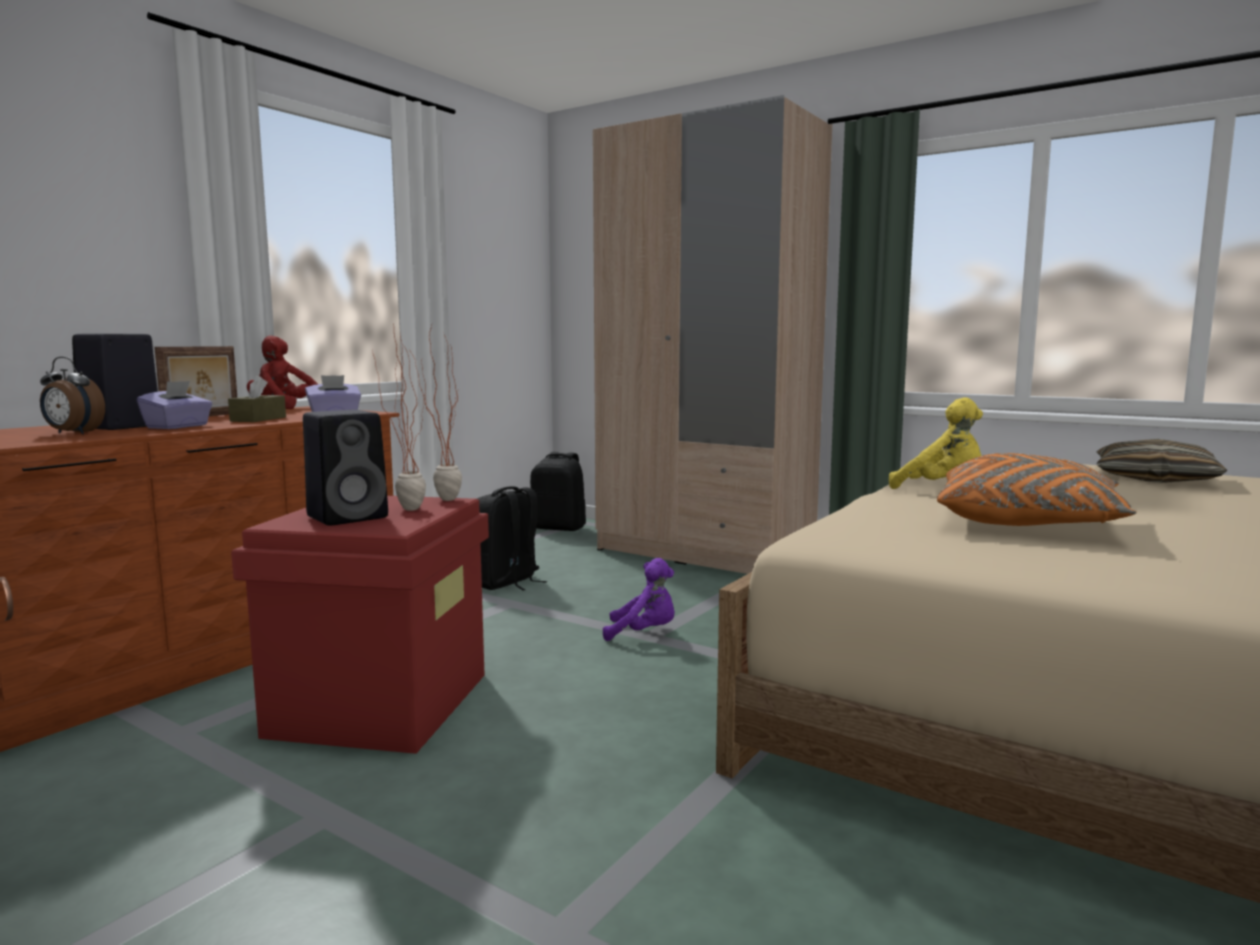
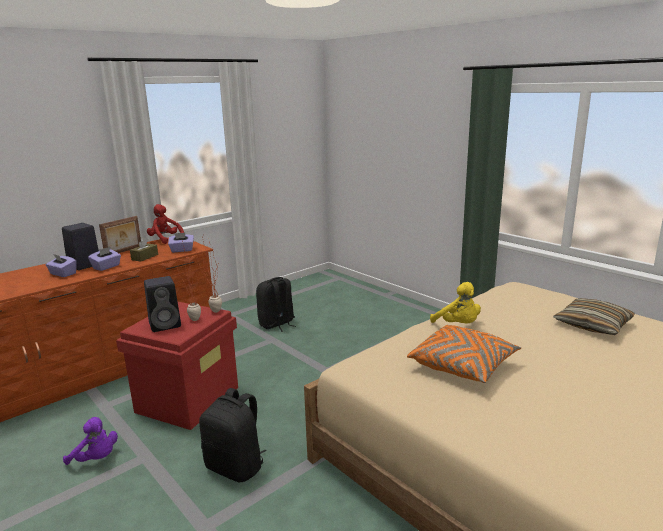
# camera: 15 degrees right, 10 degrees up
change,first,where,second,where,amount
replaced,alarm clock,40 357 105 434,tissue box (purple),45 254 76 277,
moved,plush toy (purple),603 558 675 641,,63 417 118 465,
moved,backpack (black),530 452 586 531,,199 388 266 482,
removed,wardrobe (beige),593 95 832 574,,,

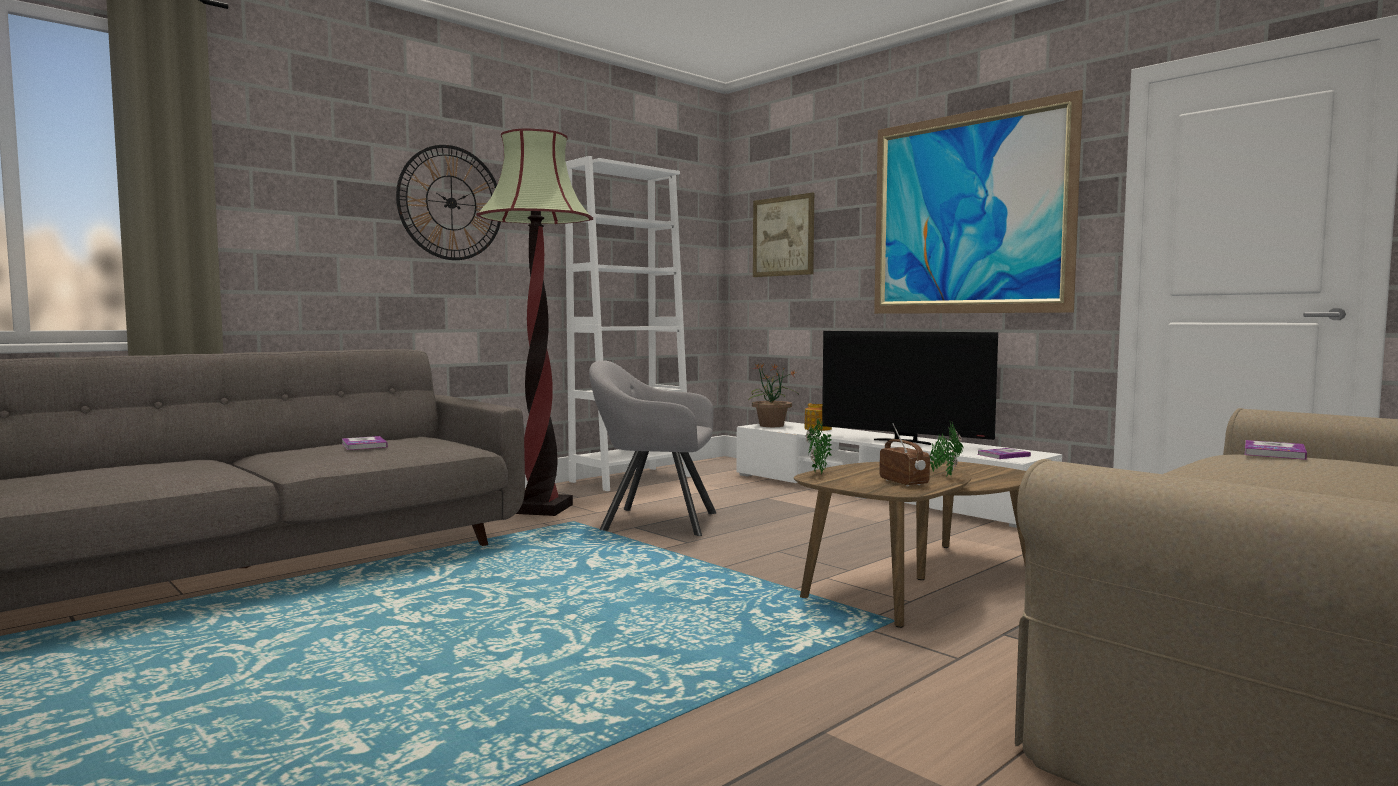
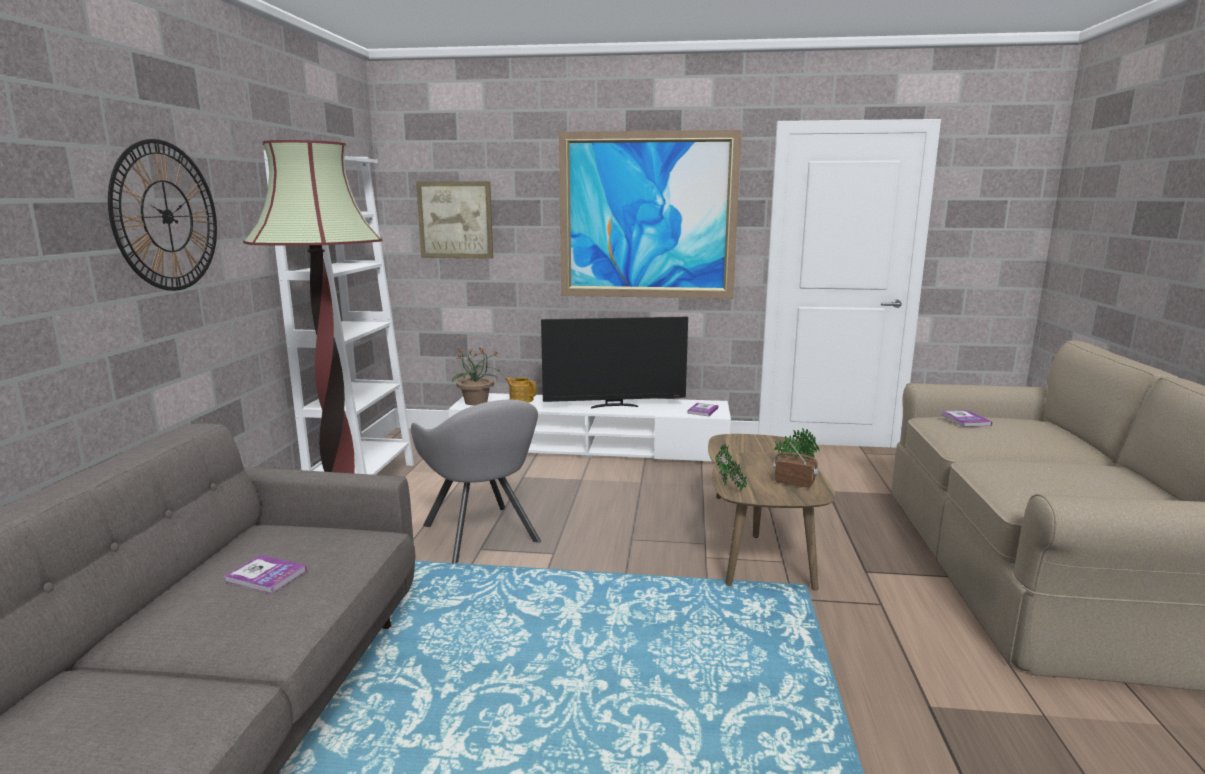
# camera: 40 degrees left, 10 degrees up
change,first,where,second,where,amount
turned,armchair (grey),589 360 716 536,,411 400 541 564,90 degrees counterclockwise

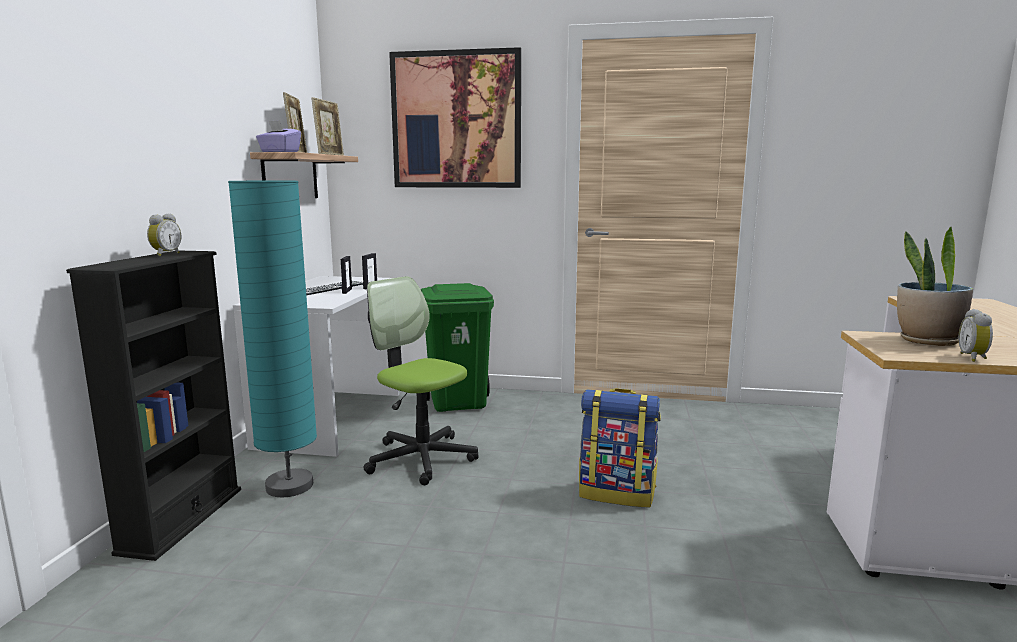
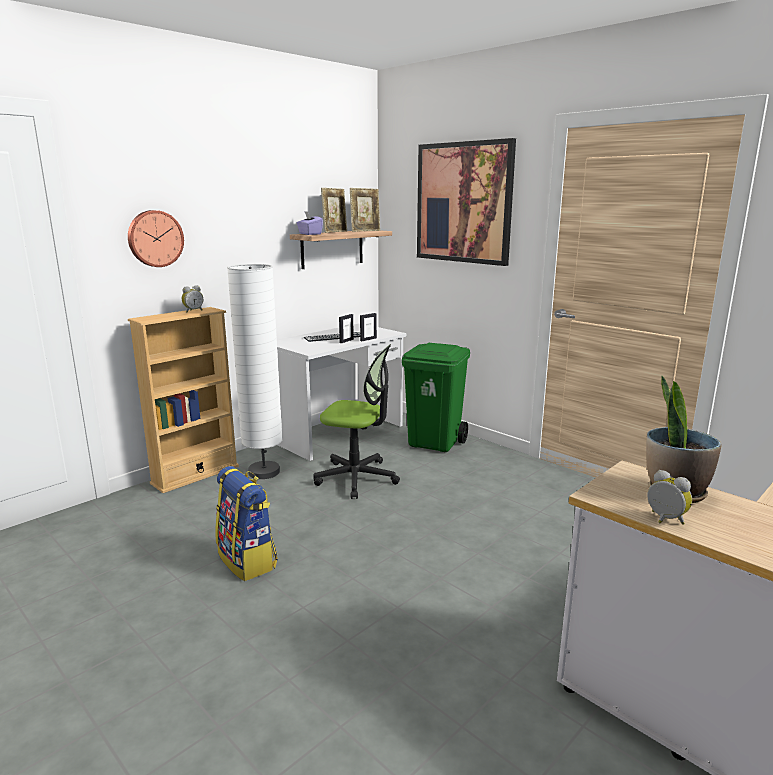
# camera: 35 degrees right, 5 degrees up
change,first,where,second,where,amount
added,,,wall clock,128 210 184 267,
recoloured,bookcase (black),66 251 241 561,bookcase (beige),128 307 239 493,
moved,backpack,579 388 661 508,,215 466 278 581,
recoloured,floor lamp (turquoise),228 181 317 497,floor lamp (white),227 264 283 479,
turned,office chair,363 276 479 485,,313 344 400 499,120 degrees clockwise
turned,alarm clock,958 309 993 362,,647 470 692 525,90 degrees clockwise

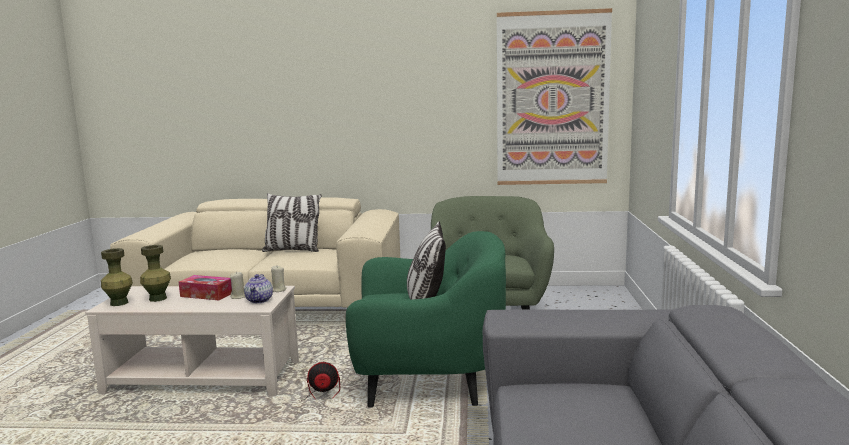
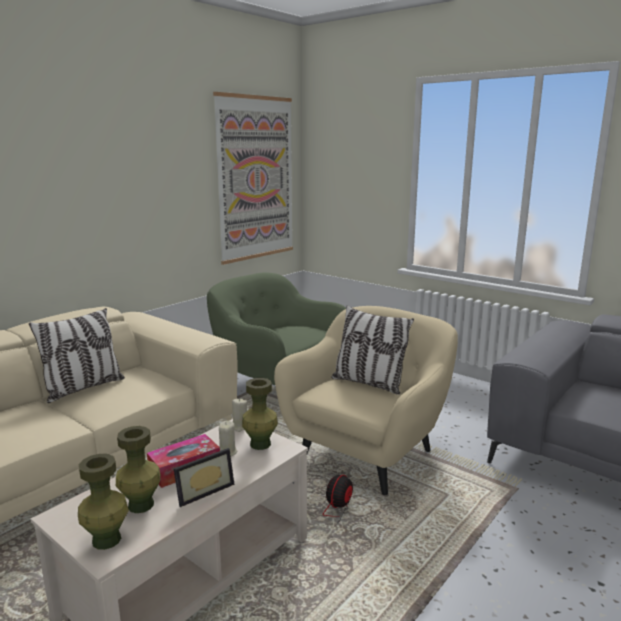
# camera: 55 degrees left, 5 degrees up
change,first,where,second,where,amount
added,,,picture frame,173 448 235 507,
replaced,teapot,244 274 273 303,vase (green),242 378 278 450,
recoloured,armchair (green),346 231 506 408,armchair (beige),274 306 458 495,

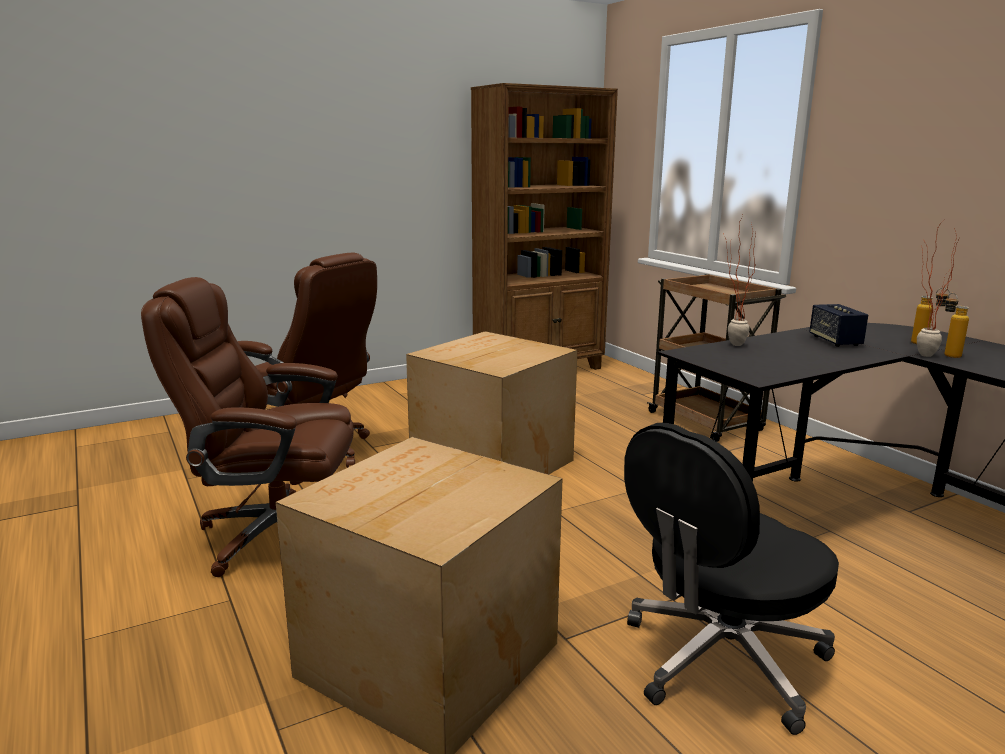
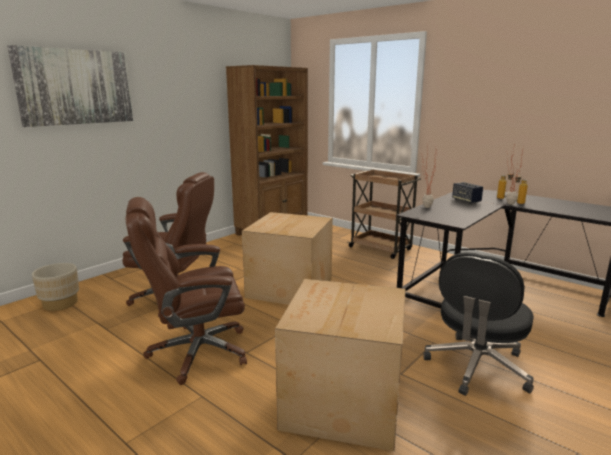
# camera: 20 degrees left, 0 degrees up
change,first,where,second,where,amount
added,,,picture,7 45 133 127,
added,,,planter (beige),32 263 79 311,

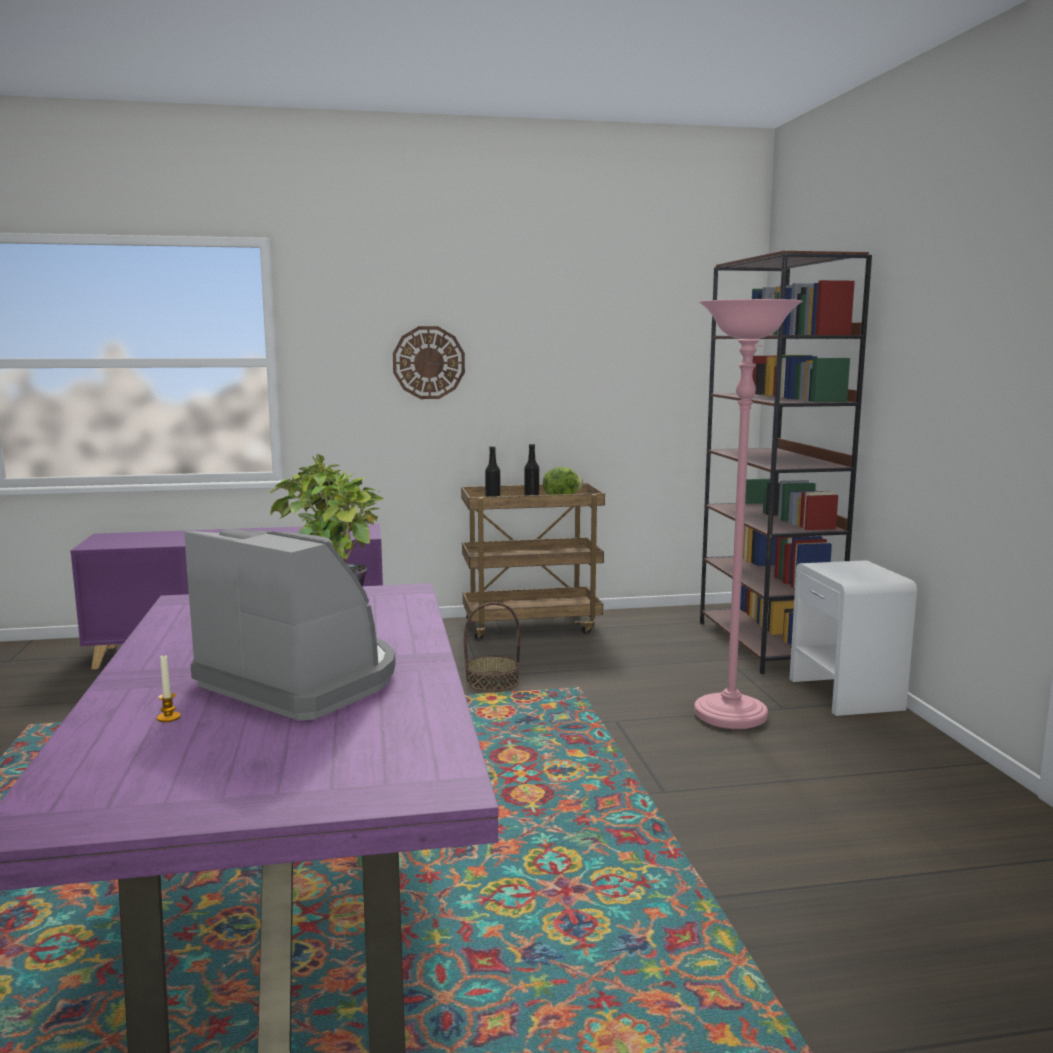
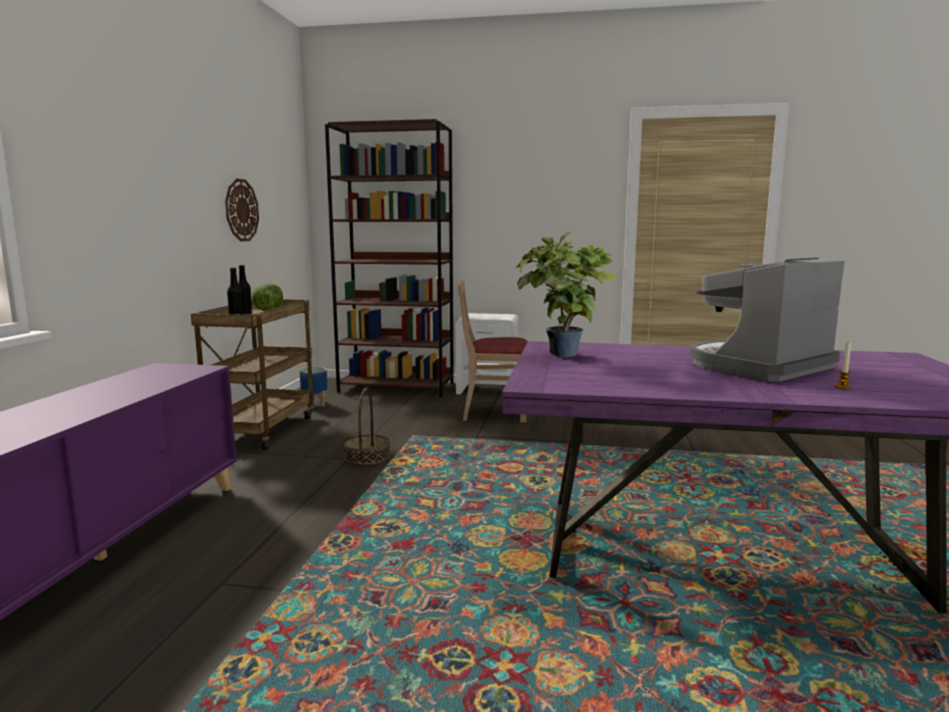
# camera: 70 degrees left, 0 degrees up
change,first,where,second,where,amount
moved,wall clock,393 326 465 399,,225 178 259 241,
added,,,planter,299 367 328 408,
replaced,floor lamp (pink),694 299 803 729,chair (beige),458 280 528 423,

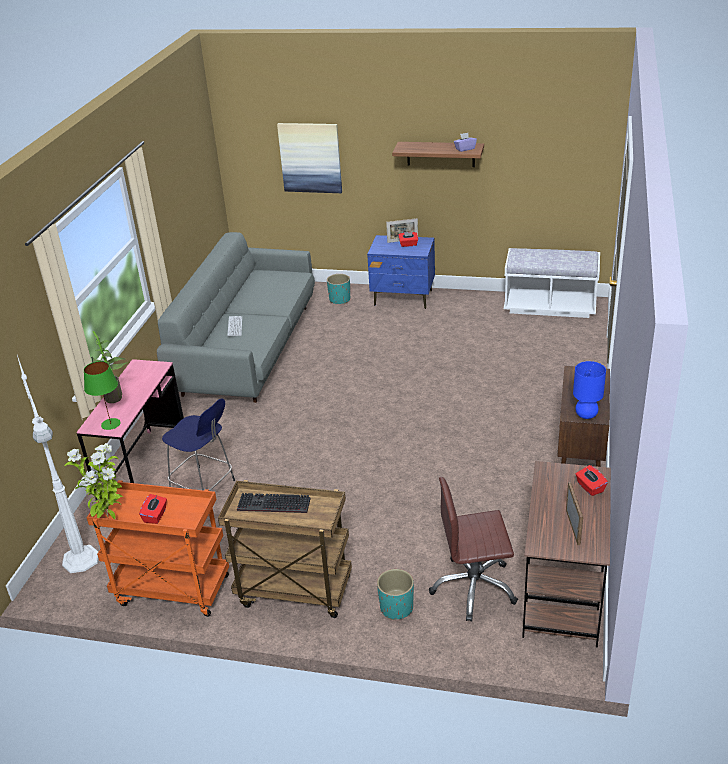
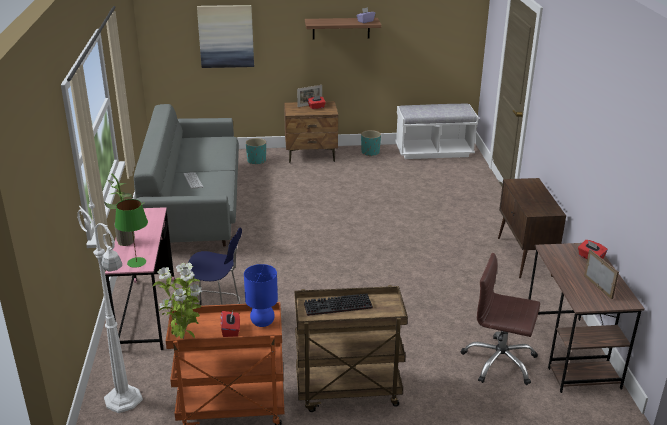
# camera: 20 degrees left, 5 degrees down
change,first,where,second,where,amount
moved,table lamp (blue),573 361 606 419,,244 264 278 327,
recoloured,nightstand (blue),367 235 435 309,nightstand (brown),284 101 338 163,
moved,planter (turquoise),377 569 414 620,,361 130 381 157,
turned,office chair (brown),429 477 518 622,,461 253 540 385,45 degrees clockwise

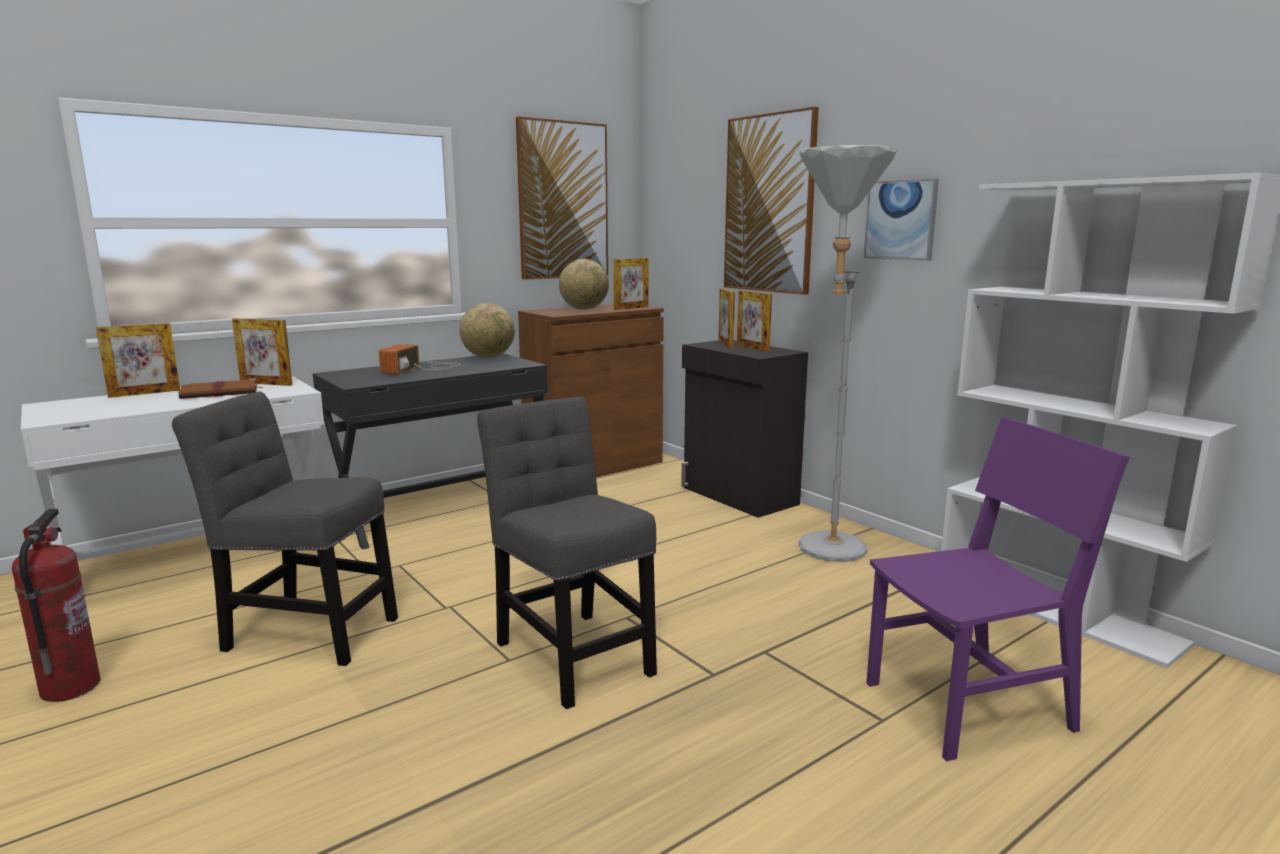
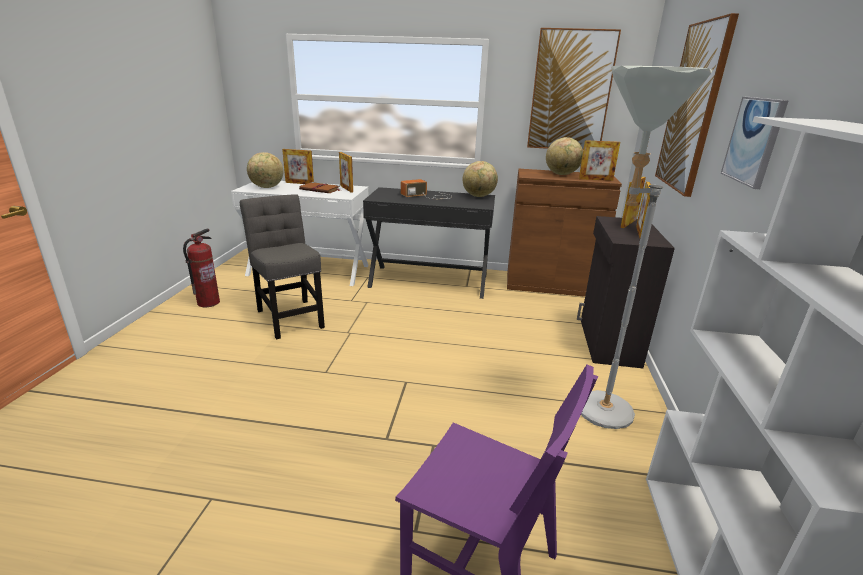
# camera: 45 degrees right, 10 degrees up
change,first,where,second,where,amount
added,,,globe,247 152 284 188,
removed,chair (grey),477 397 657 709,,,

